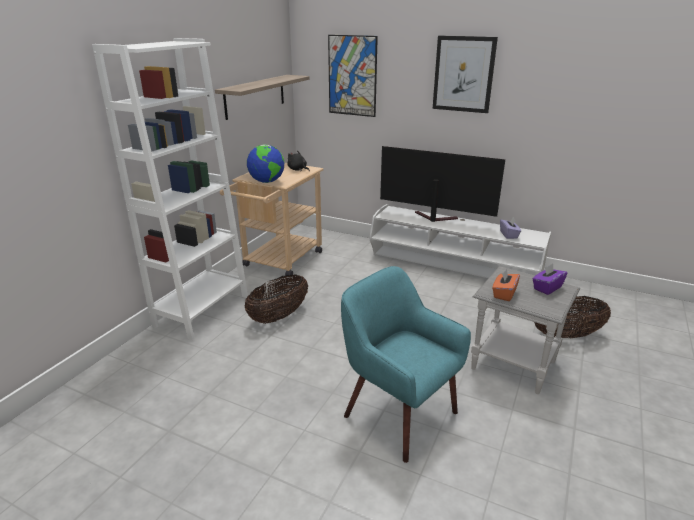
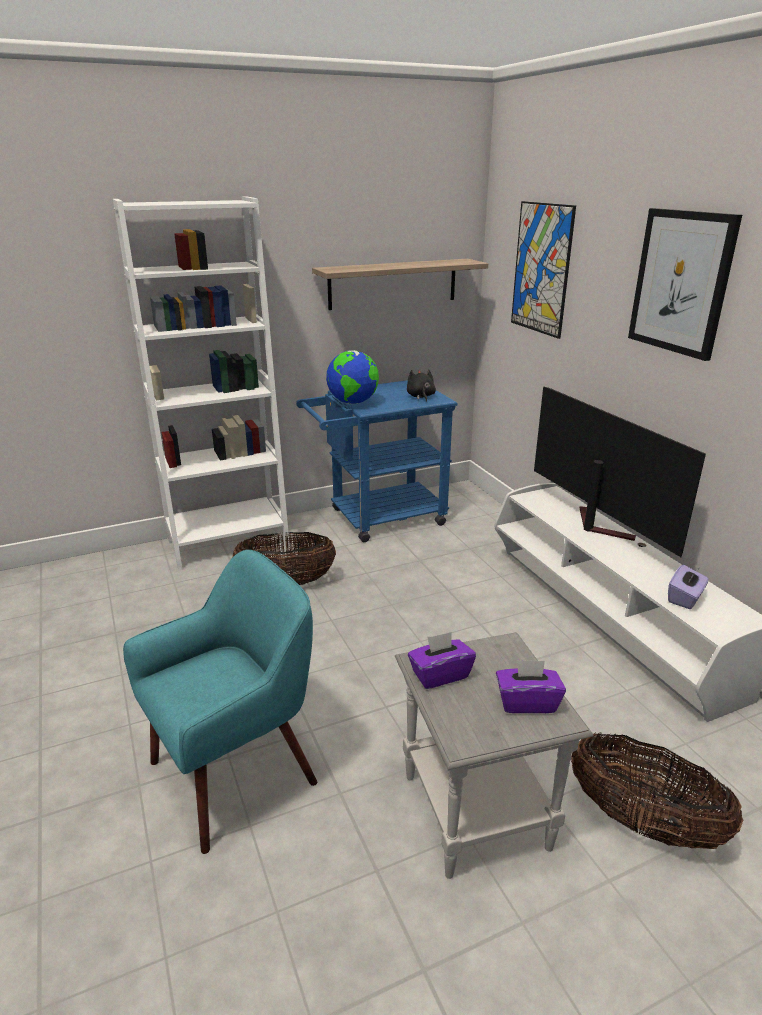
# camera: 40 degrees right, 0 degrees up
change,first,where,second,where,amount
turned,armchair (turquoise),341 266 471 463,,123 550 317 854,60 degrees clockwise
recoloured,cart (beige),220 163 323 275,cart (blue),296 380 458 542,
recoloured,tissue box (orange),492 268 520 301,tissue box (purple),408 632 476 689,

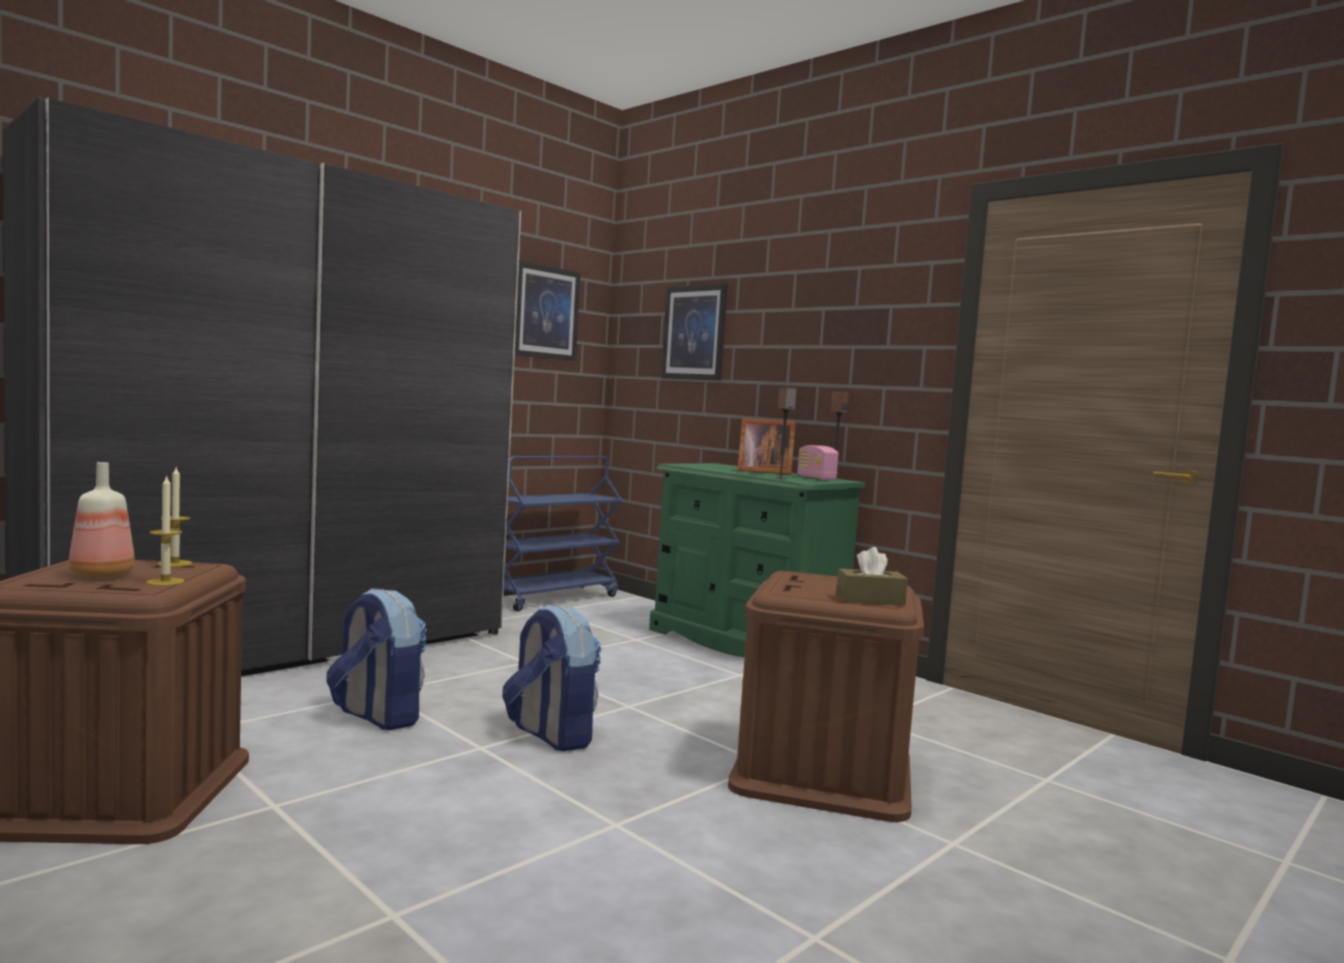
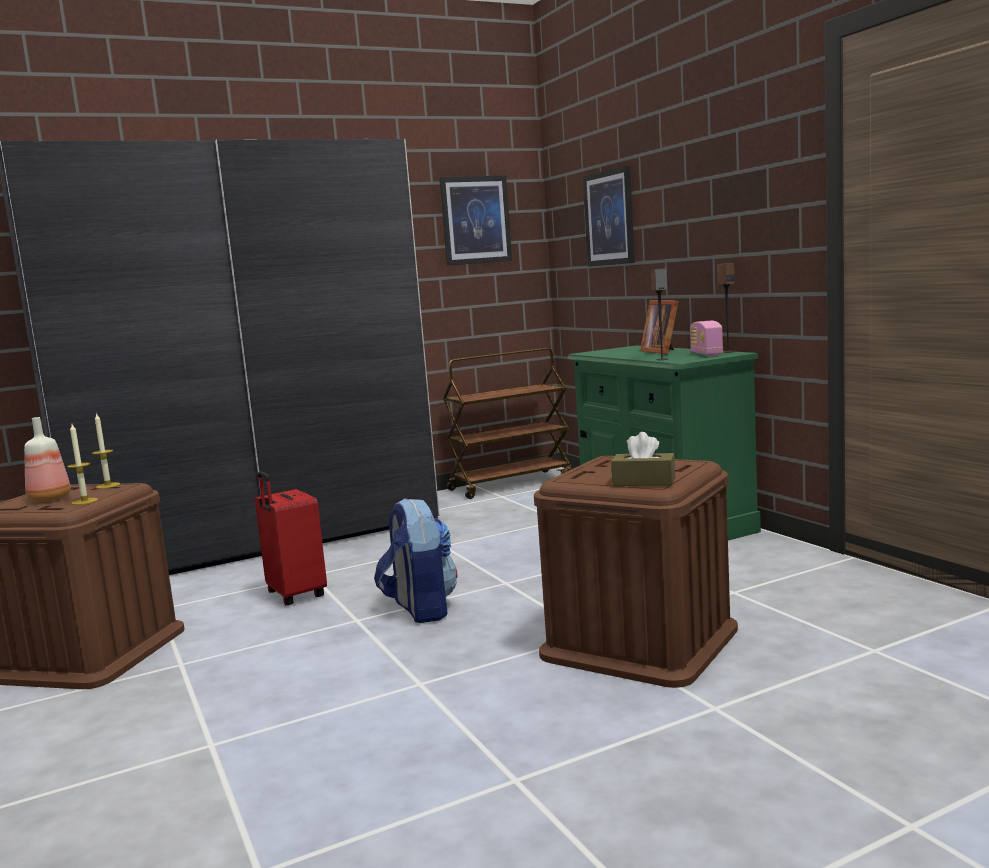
# camera: 20 degrees right, 5 degrees up
change,first,where,second,where,amount
replaced,backpack,326 588 427 730,suitcase (red),255 471 327 606,
recoloured,cart (blue),504 456 622 612,cart (brown),443 348 573 499,
turned,picture frame,738 418 796 475,,640 300 678 355,45 degrees clockwise

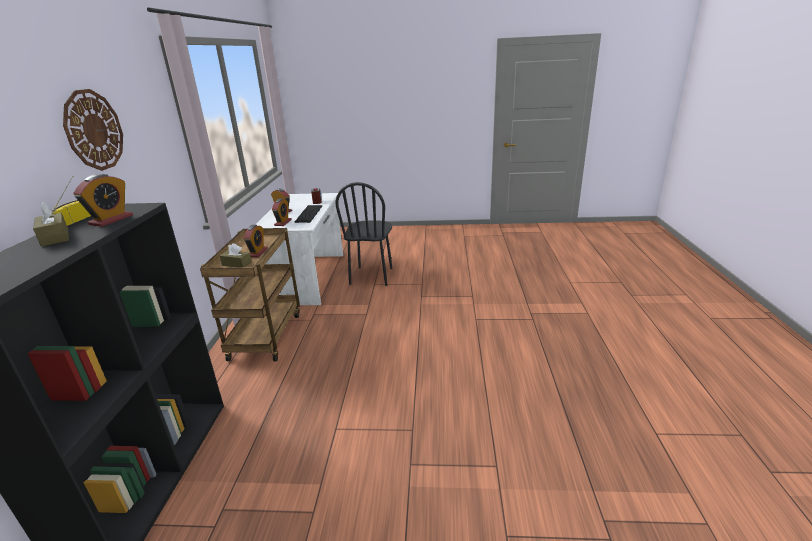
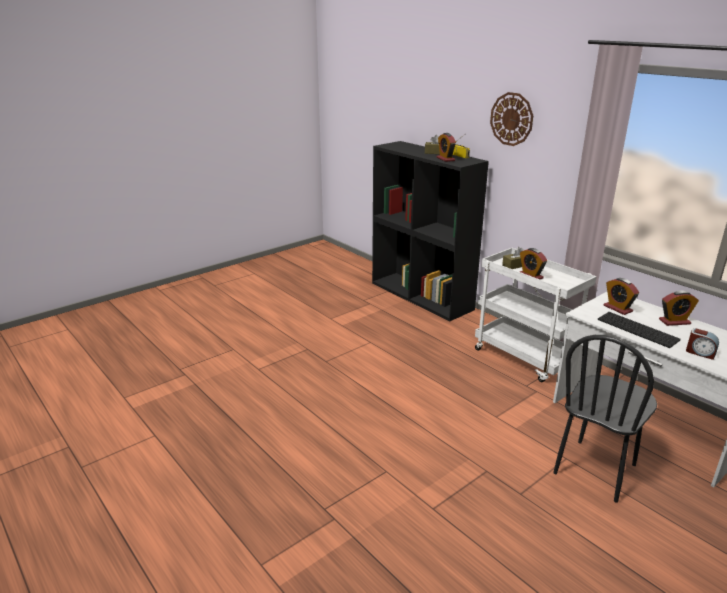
# camera: 135 degrees right, 0 degrees up
change,first,where,second,where,amount
recoloured,cart (brown),200 228 300 362,cart (white),475 248 597 382,
turned,chair (black),336 182 392 286,,553 335 657 503,105 degrees counterclockwise

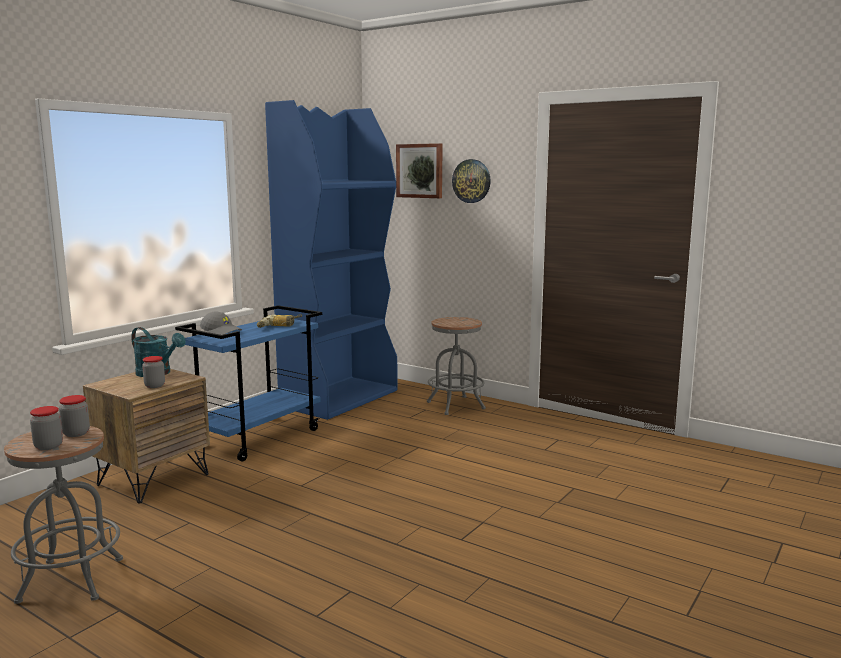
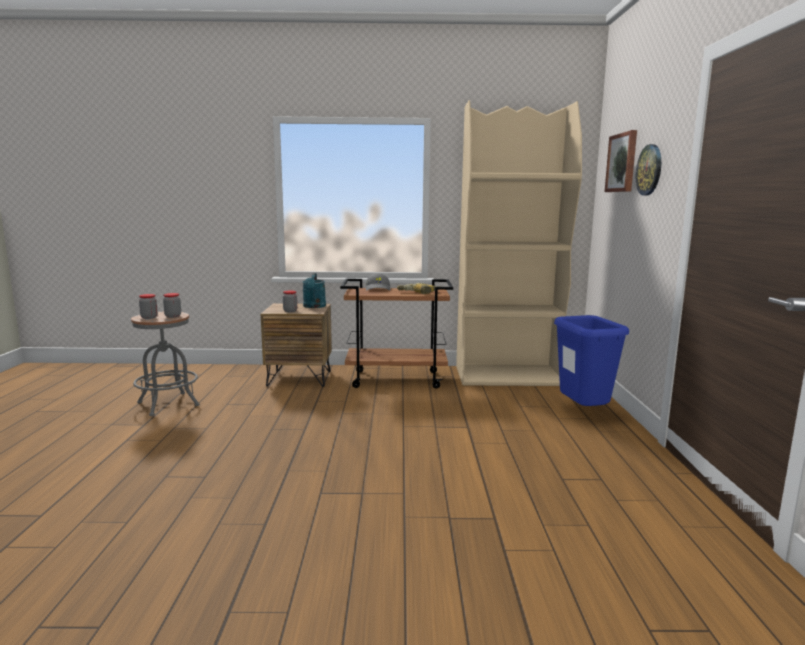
# camera: 55 degrees right, 0 degrees up
change,first,where,second,where,amount
recoloured,cart (blue),175 305 322 461,cart (brown),340 279 453 389,
recoloured,bookcase (blue),265 100 398 420,bookcase (beige),456 100 582 386,
replaced,stool (grey),427 317 486 415,trash can (blue),554 315 629 406,

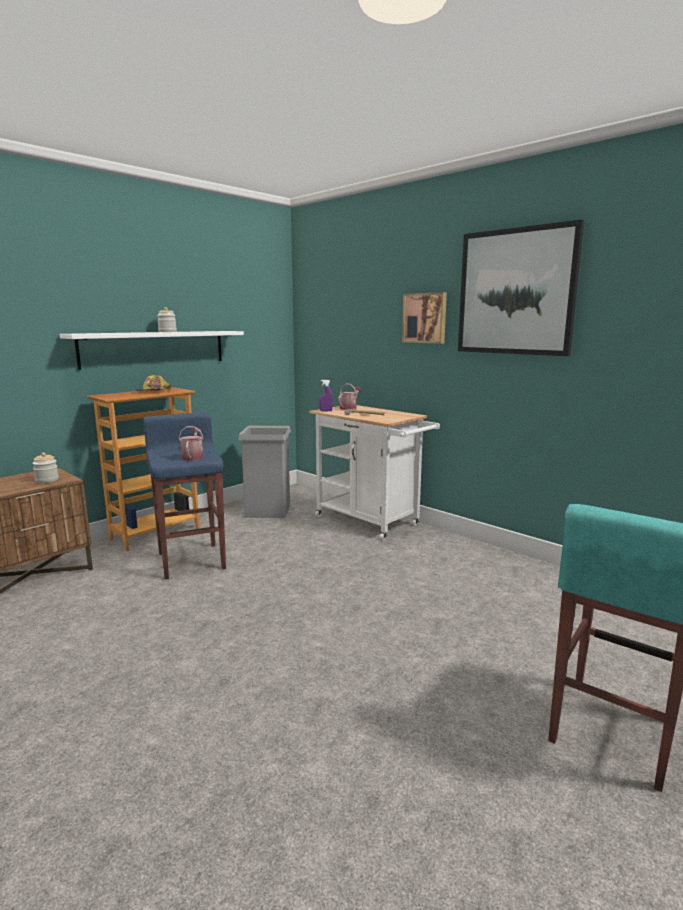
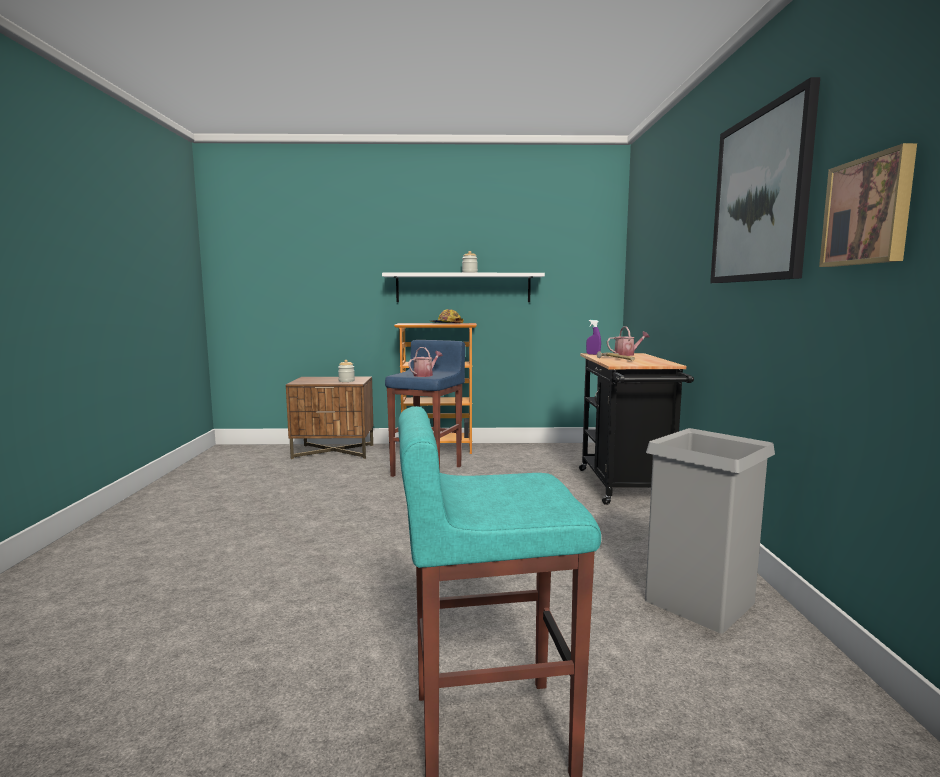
# camera: 45 degrees right, 5 degrees down
change,first,where,second,where,amount
recoloured,cart (white),310 405 440 540,cart (black),579 353 694 505,
moved,trash can (grey),238 426 291 518,,645 428 775 634,
moved,picture,402 292 447 344,,819 143 917 267,

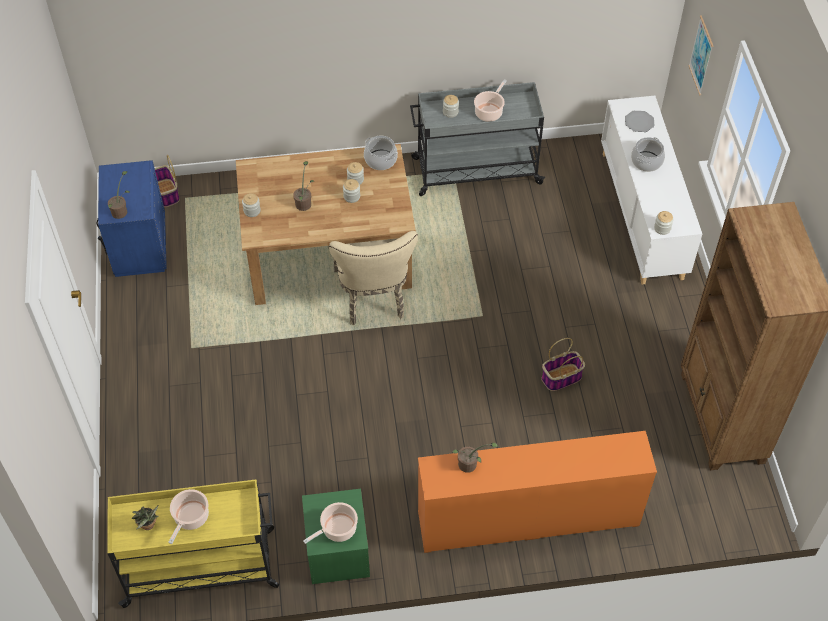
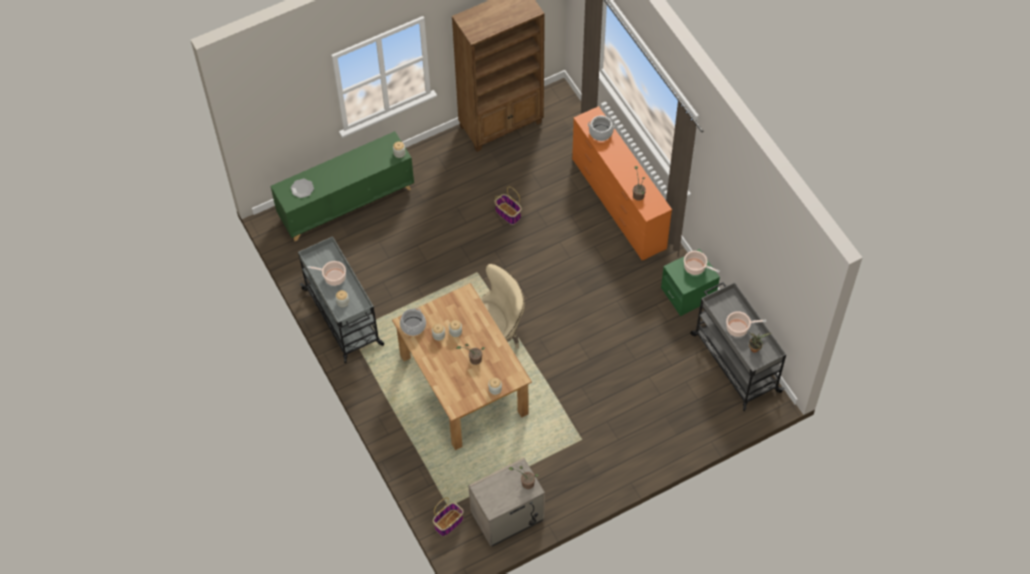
# camera: 110 degrees left, 5 degrees up
change,first,where,second,where,amount
recoloured,cabinet (white),601 96 702 285,cabinet (green),271 131 414 241,
recoloured,nightstand (blue),97 160 167 277,nightstand (beige),468 458 545 547,
moved,cooking pot,631 137 665 172,,588 116 615 141,
recoloured,cart (yellow),107 480 279 608,cart (grey),690 282 786 411,
removed,picture,688 15 713 95,,,

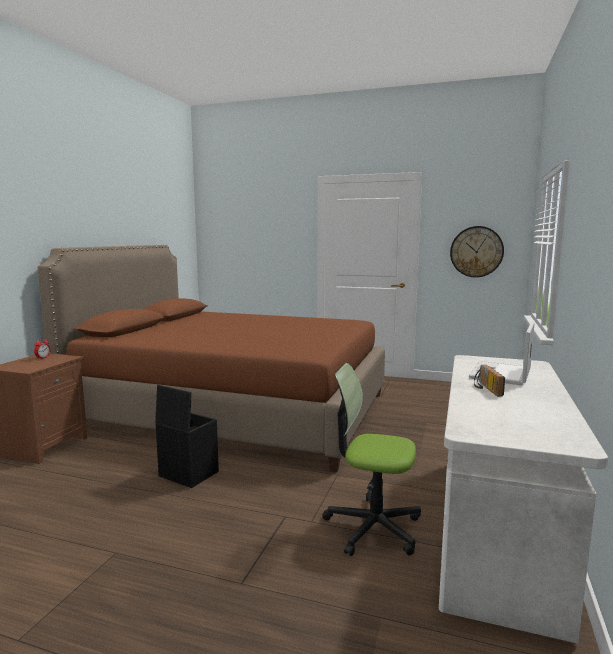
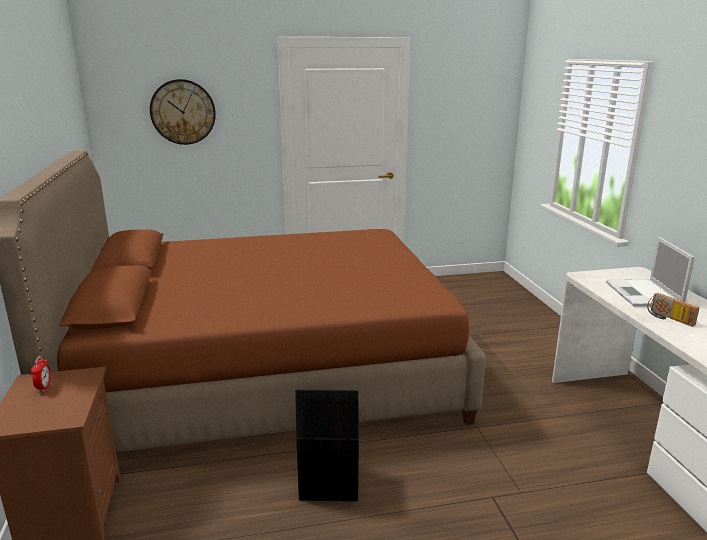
# camera: 30 degrees left, 10 degrees up
change,first,where,second,where,amount
moved,wall clock,450 226 504 277,,150 79 216 145,
removed,office chair,322 363 421 556,,,

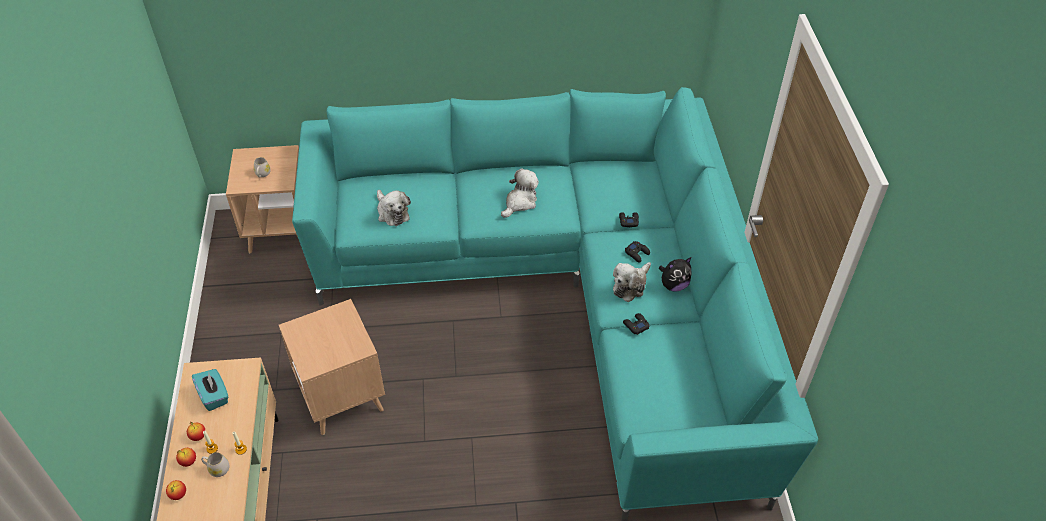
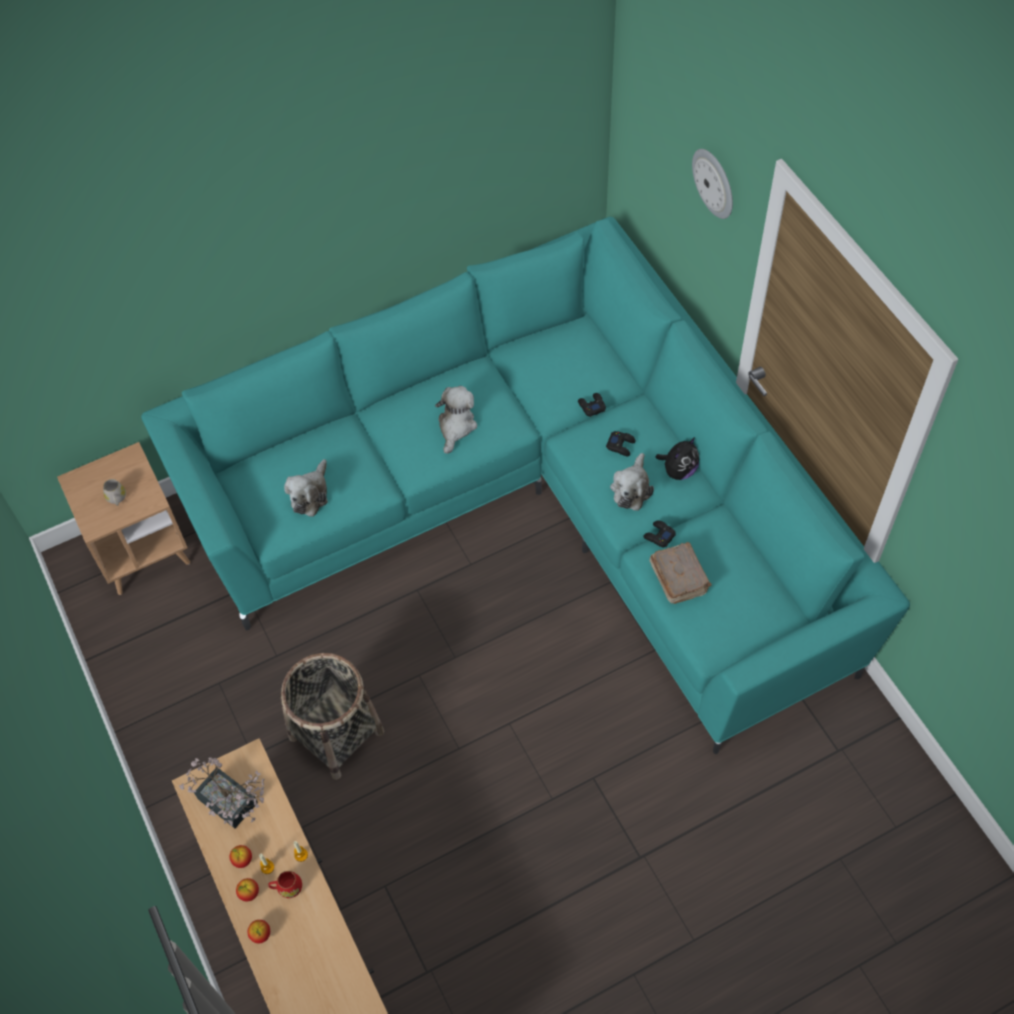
# camera: 20 degrees left, 10 degrees up
change,first,where,second,where,amount
replaced,tissue box (turquoise),192 369 228 411,potted plant,179 757 265 828,
recoloured,mug (white),201 452 229 477,mug (red),268 871 302 898,
replaced,side table (brown),279 299 385 435,basket,280 653 384 780,
turned,plush toy,377 190 411 226,,284 459 328 517,75 degrees clockwise
added,,,book (brown),649 542 711 604,
added,,,wall clock,692 149 733 219,

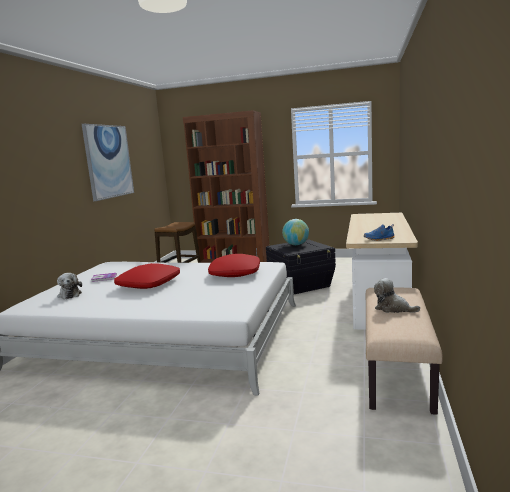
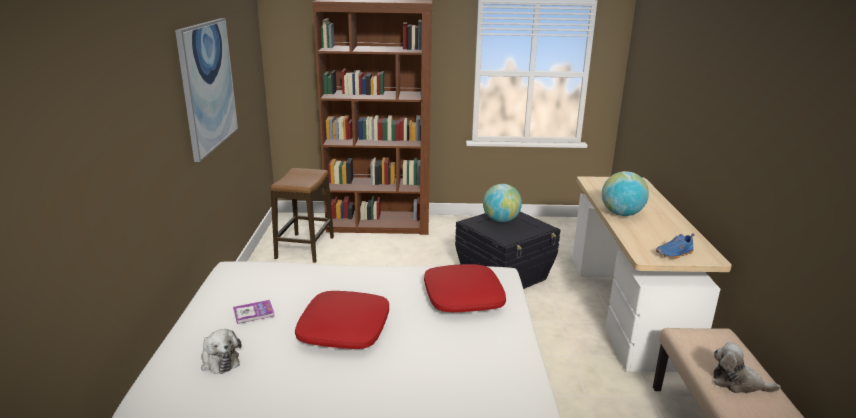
# camera: 15 degrees left, 10 degrees up
change,first,where,second,where,amount
added,,,globe,602 171 649 216,

